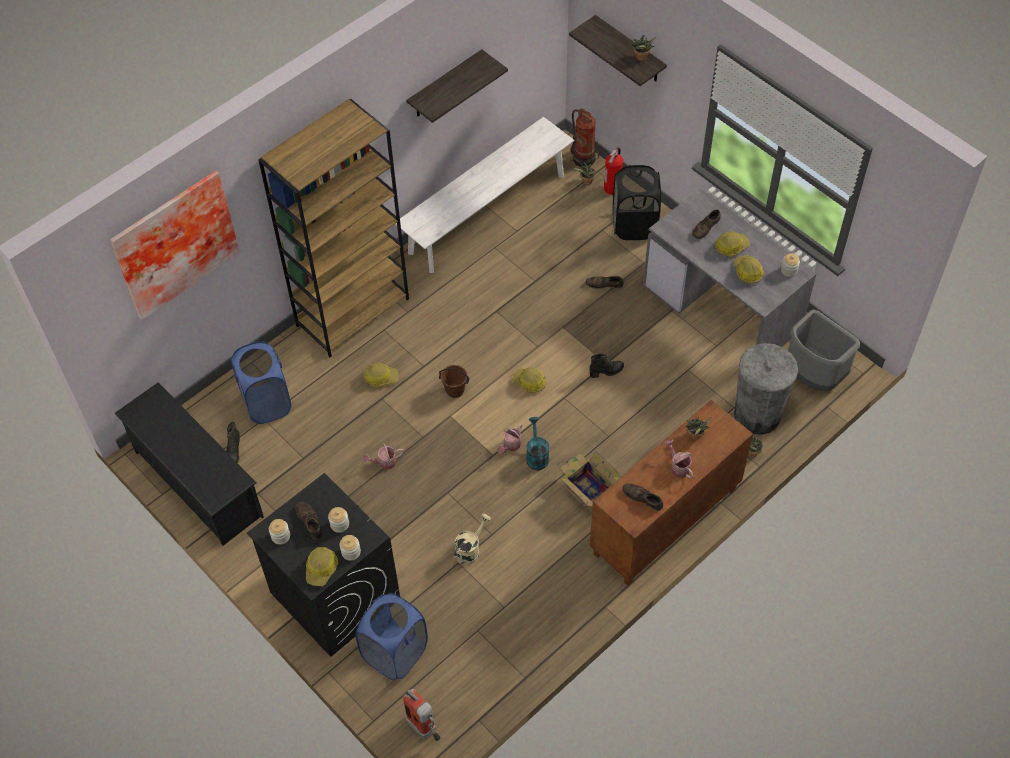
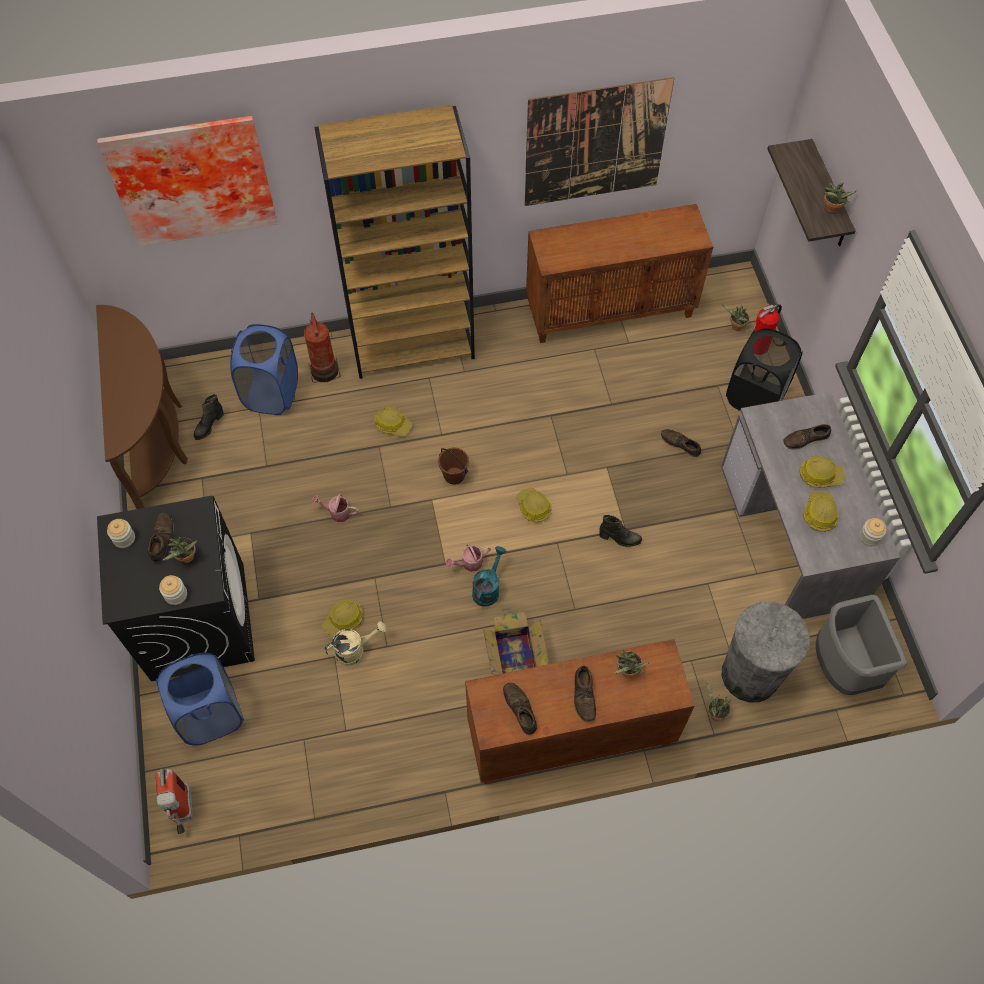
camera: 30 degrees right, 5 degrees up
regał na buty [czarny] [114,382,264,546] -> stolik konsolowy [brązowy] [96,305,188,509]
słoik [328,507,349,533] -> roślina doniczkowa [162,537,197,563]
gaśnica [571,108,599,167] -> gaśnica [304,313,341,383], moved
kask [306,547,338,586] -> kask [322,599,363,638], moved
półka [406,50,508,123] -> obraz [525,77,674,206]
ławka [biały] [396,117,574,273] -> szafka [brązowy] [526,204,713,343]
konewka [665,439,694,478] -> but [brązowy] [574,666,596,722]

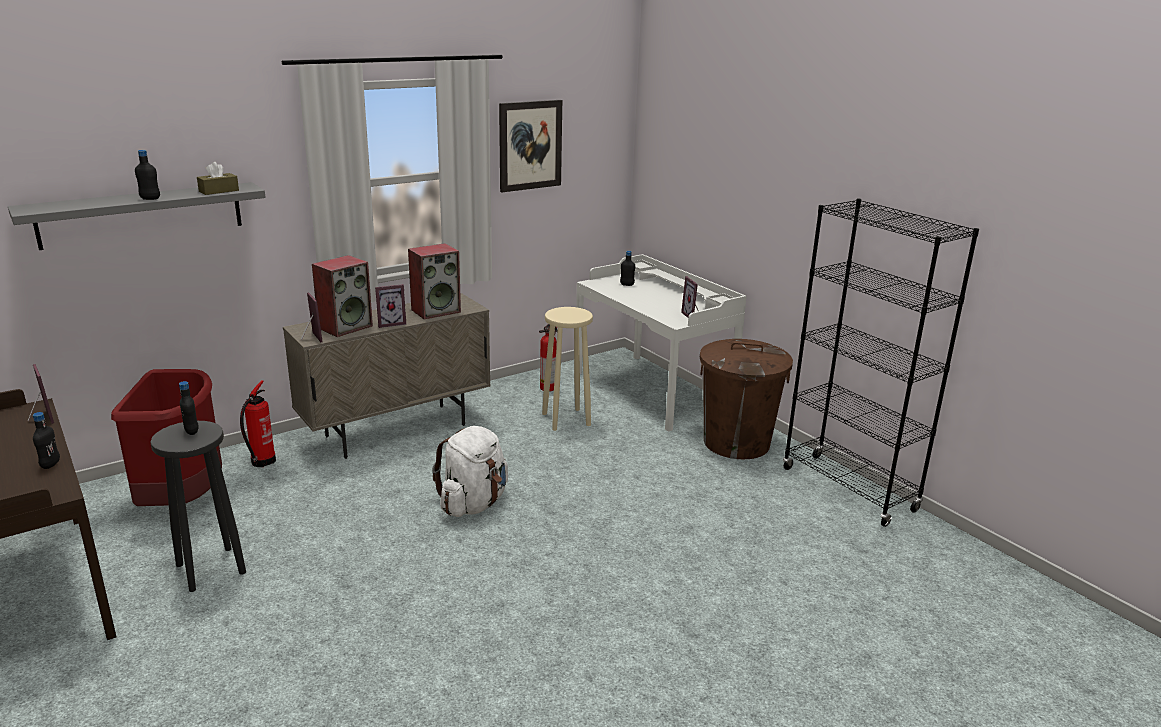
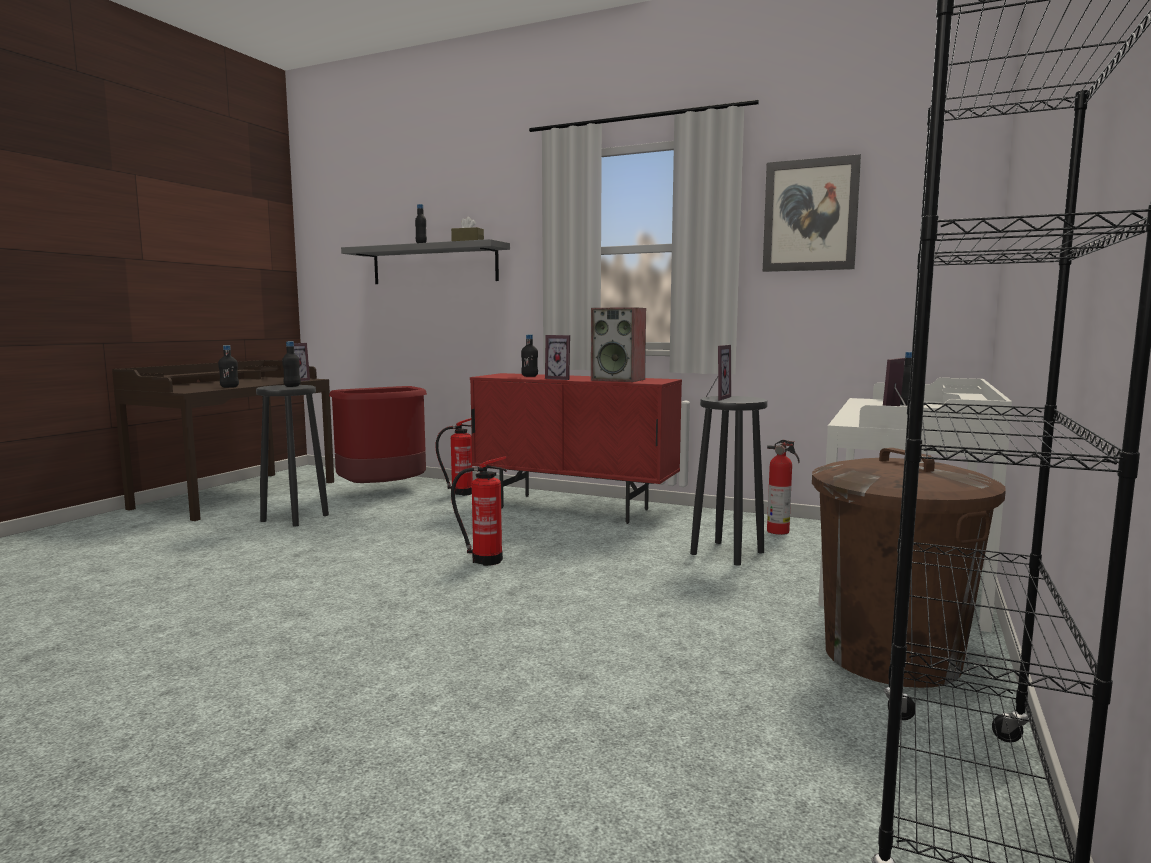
camera: 60 degrees right, 15 degrees down
plecak [biały] [432,426,508,517] -> gaśnica [451,456,507,566]
szafka [beżowy] [283,293,491,459] -> szafka [czerwony] [470,373,682,524]
głośnik [312,255,373,337] -> butelka [czarny] [521,334,538,377]
stołek [beżowy] [542,307,593,431] -> stołek [czarny] [690,396,768,566]
ramka na zdjęcie [301,292,323,342] -> ramka na zdjęcie [706,345,731,400], moved

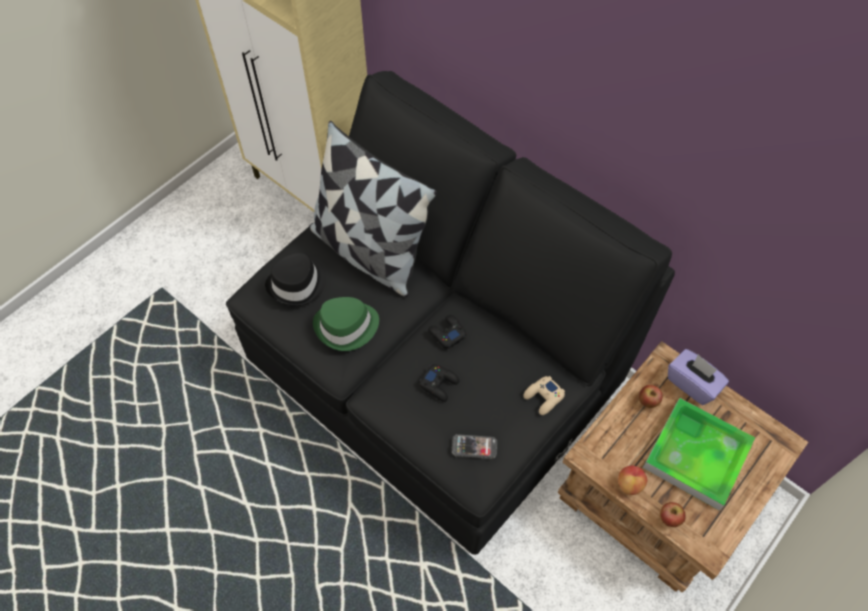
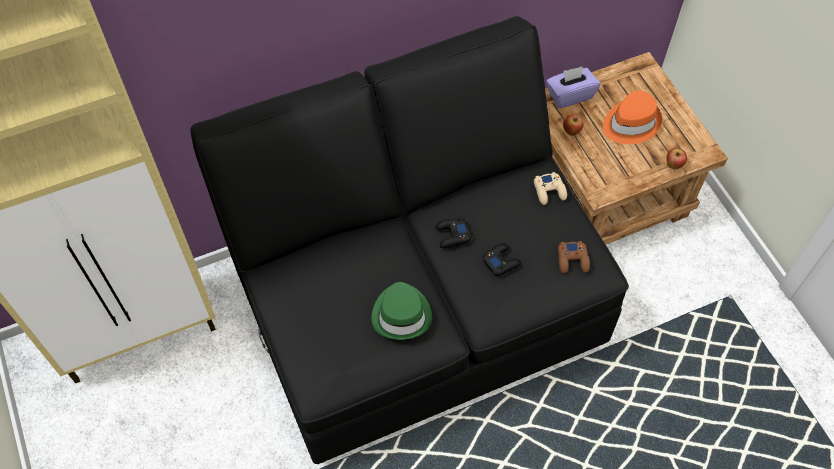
camera: 65 degrees left, 0 degrees up
telefon [452,434,497,459] -> pad do gier [brązowy] [558,241,590,274]
taca [643,398,755,510] -> kapelusz [pomarańczowy] [603,91,662,144]
kapelusz [czarny] [265,253,326,306] -> none
poduszka [309,121,437,297] -> none
jabłko [618,465,647,495] -> none

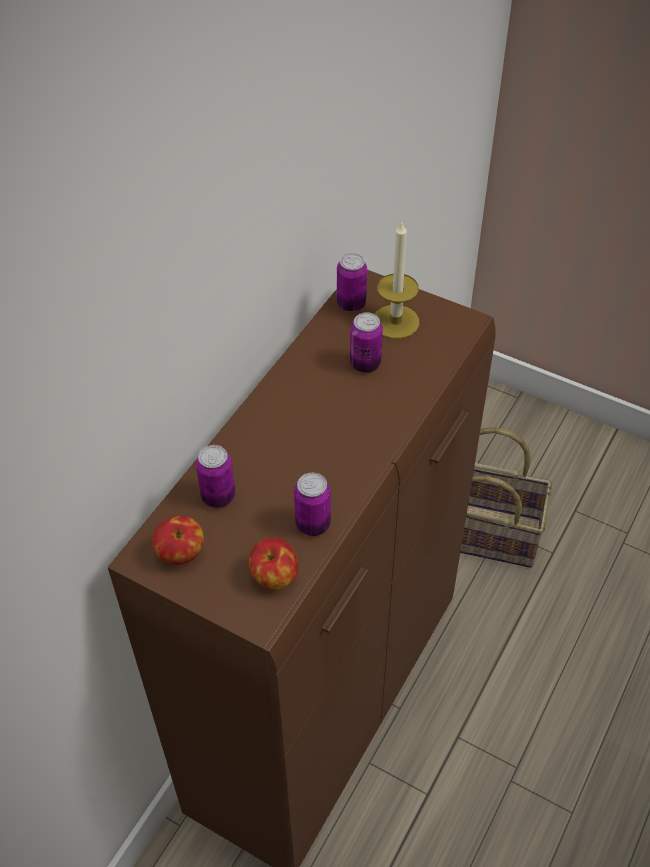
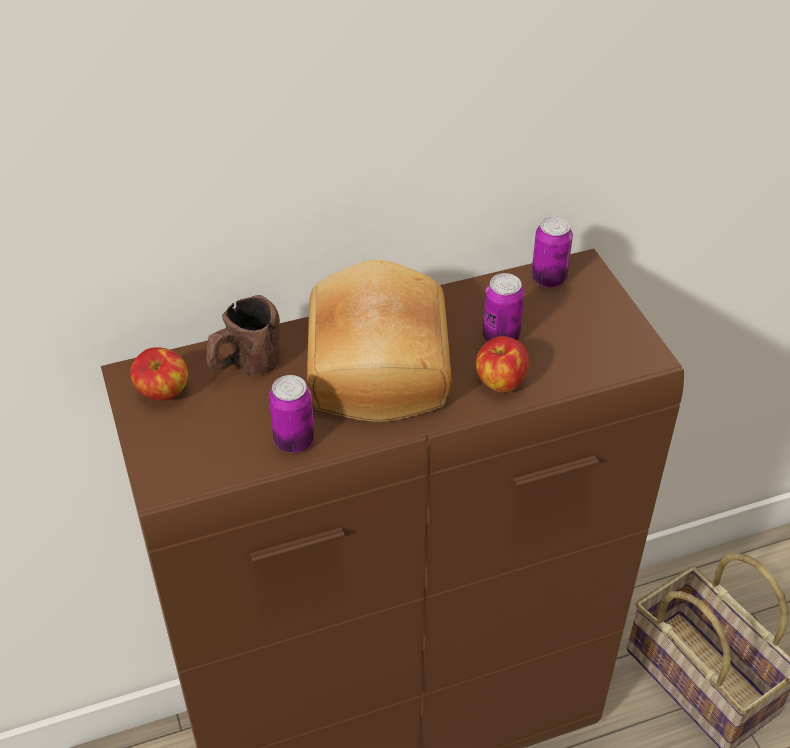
camera: 40 degrees right, 5 degrees down
puszka [196,445,235,508] -> kubek [brązowy] [206,295,281,376]
none -> chleb [307,260,451,422]
jabłko [249,538,299,590] -> jabłko [476,336,529,392], moved
świeca [375,222,419,339] -> none

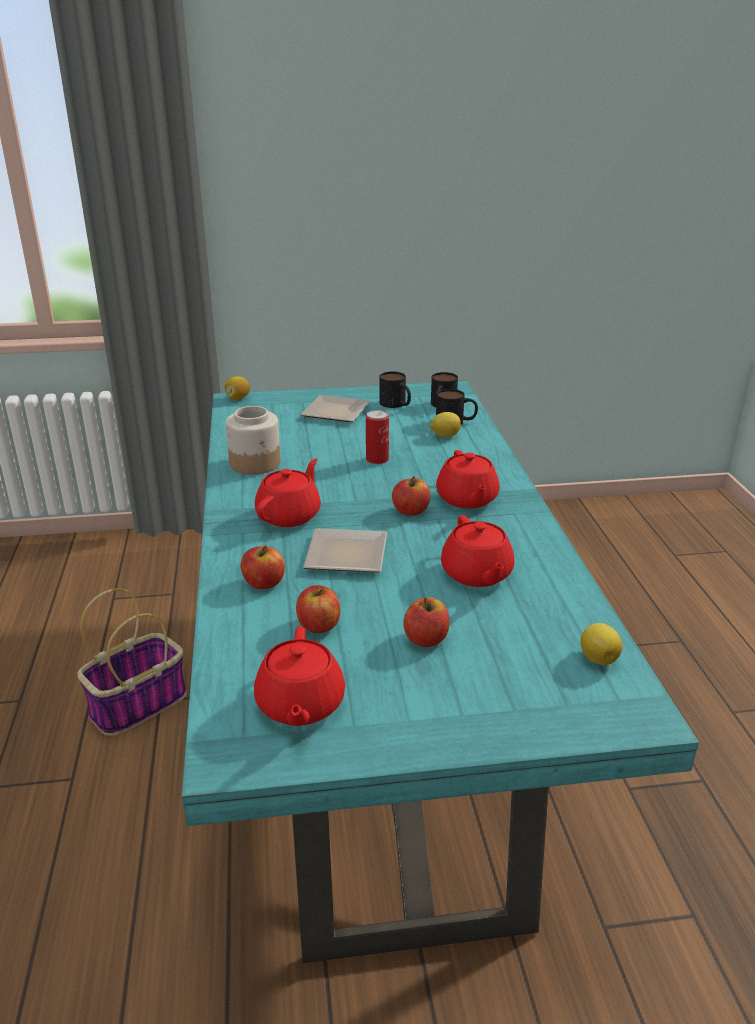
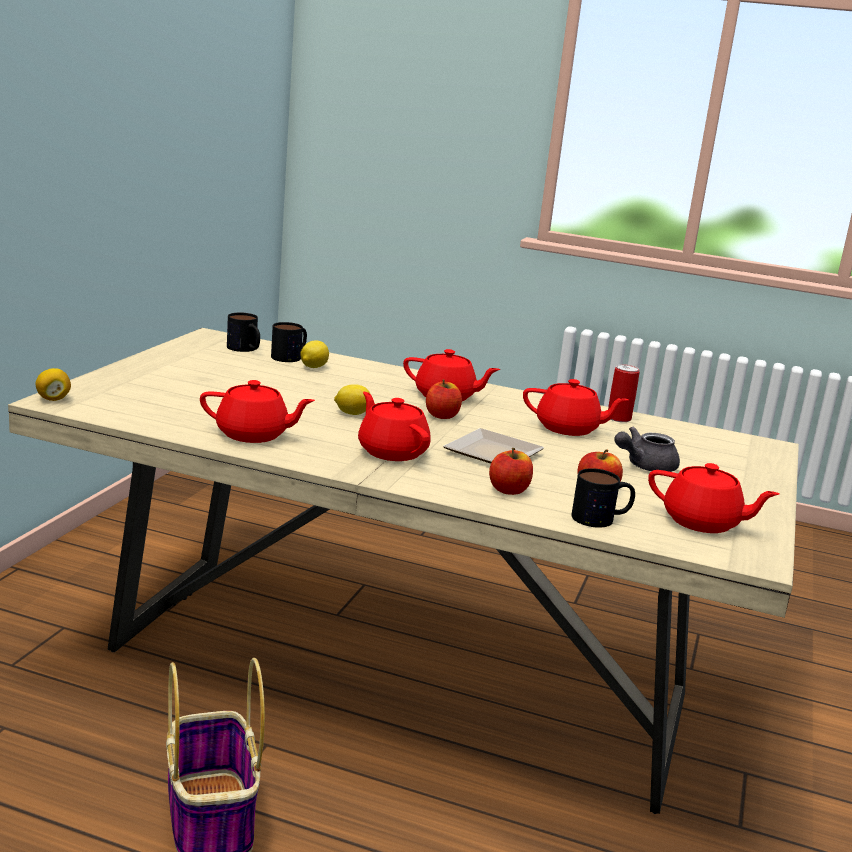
camera: 65 degrees left, 10 degrees down
stół jadalny [turkusowy] [182,381,699,963] -> stół jadalny [beżowy] [8,328,799,814]
słoik [226,406,281,475] -> imbryk [czerwony] [200,380,315,443]
cytryna [581,623,622,665] -> cytryna [334,384,370,415], moved
kubek [379,371,411,408] -> kubek [571,468,635,528], moved
puszka [366,410,389,464] -> puszka [608,364,640,422], moved
jabłko [403,597,450,647] -> imbryk [szary] [614,427,680,472]
talerz [301,395,370,422] -> none

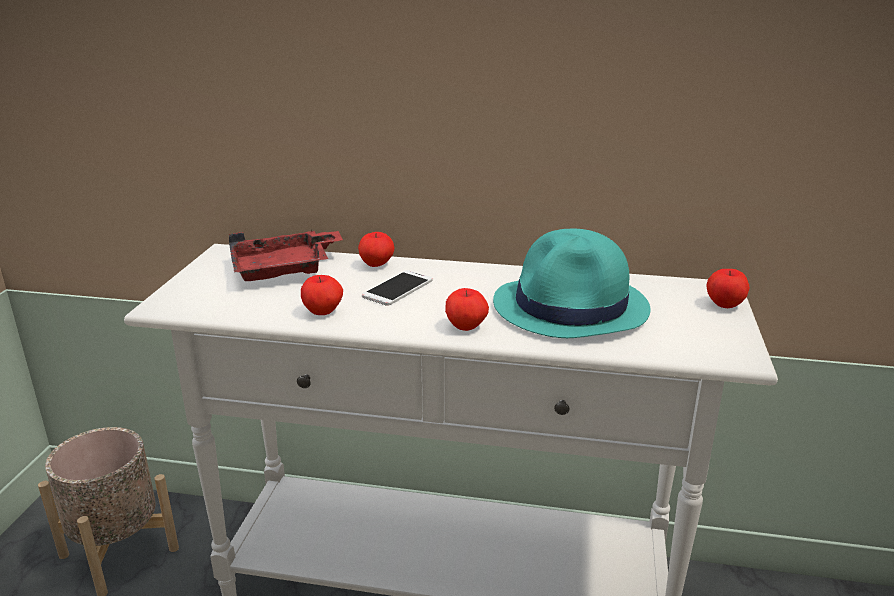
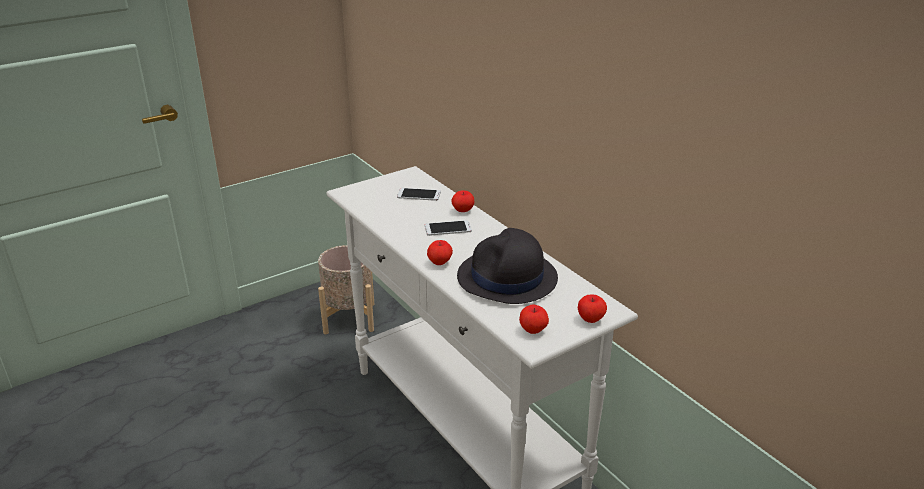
camera: 45 degrees right, 5 degrees up
taca [czerwony] [229,230,343,281] -> telefon [397,188,441,201]
kapelusz [turkusowy] [493,228,650,338] -> kapelusz [czarny] [457,228,558,304]
jabłko [301,275,343,315] -> jabłko [519,305,549,334], moved

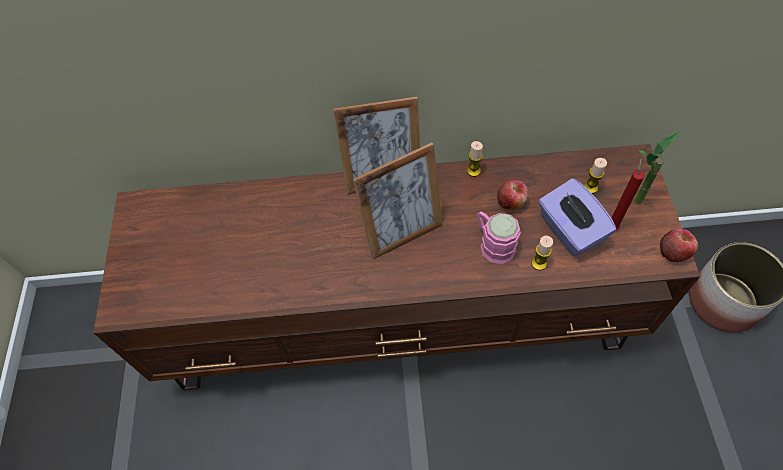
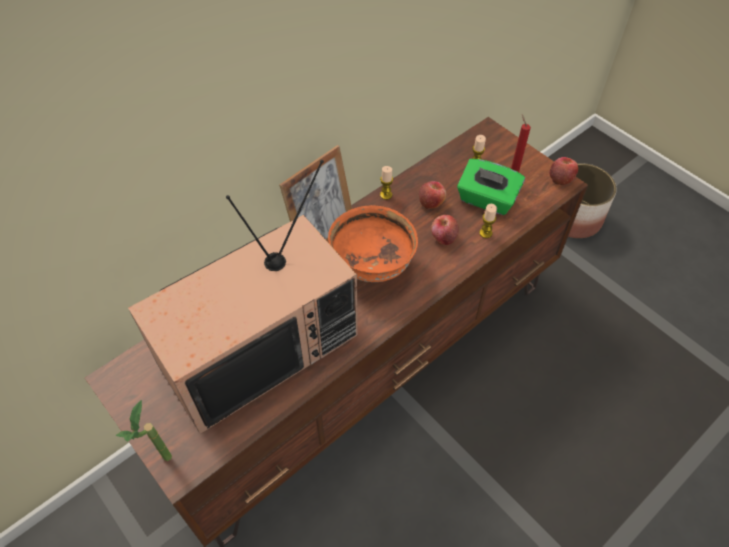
camera: 40 degrees left, 5 degrees down
roślina doniczkowa [634,131,681,204] -> roślina doniczkowa [116,400,172,461], moved
none -> telewizor [128,160,358,434]
ramka na zdjęcie [353,143,443,259] -> miska [pomarańczowy] [328,205,418,282]
kubek [różowy] [476,211,521,264] -> jabłko [431,215,459,245]
pudełko chusteczek [fioletowy] [539,178,617,256] -> pudełko chusteczek [zielony] [457,159,525,215]

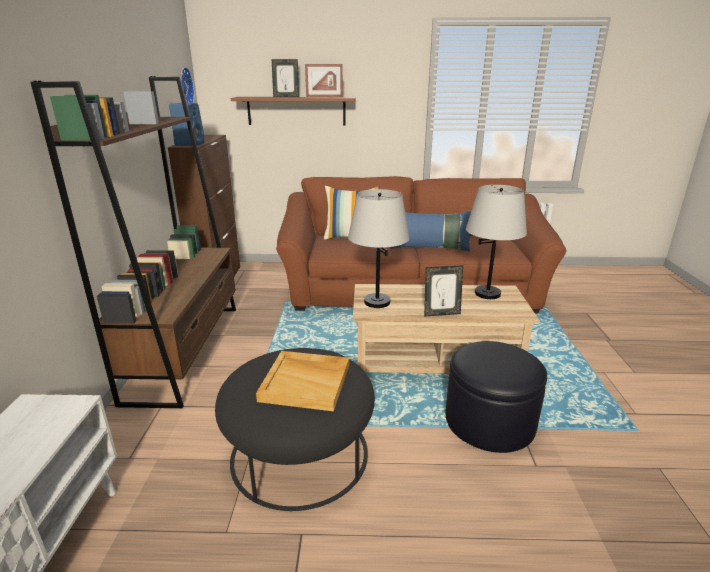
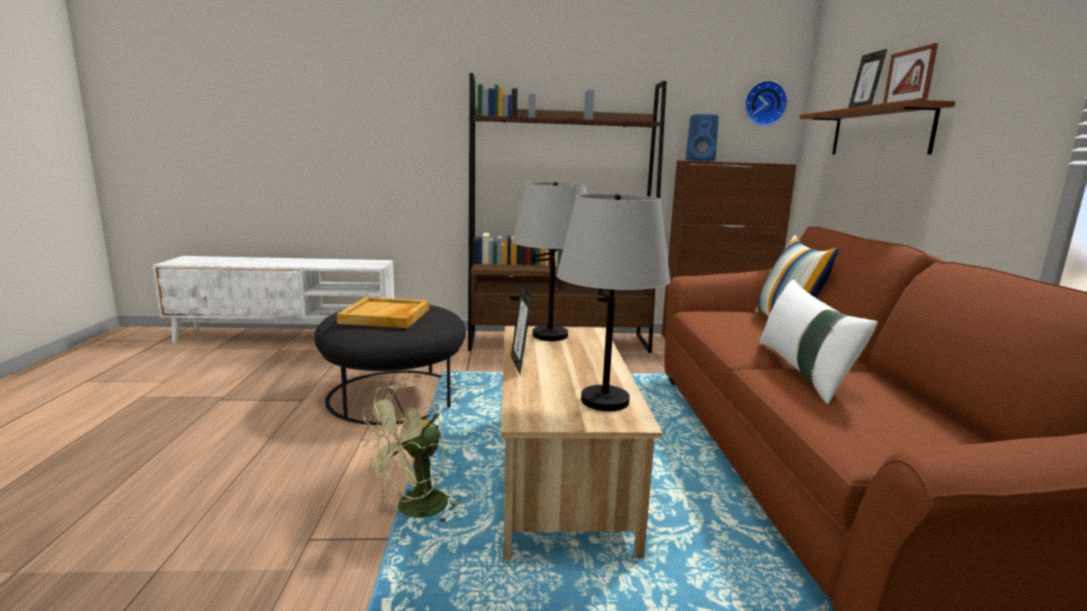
camera: 85 degrees right, 10 degrees down
pufa [czarny] [446,341,547,453] -> wentylator [zielony] [359,382,460,524]
poduszka [niebieski] [390,211,471,251] -> poduszka [biały] [759,279,878,404]

